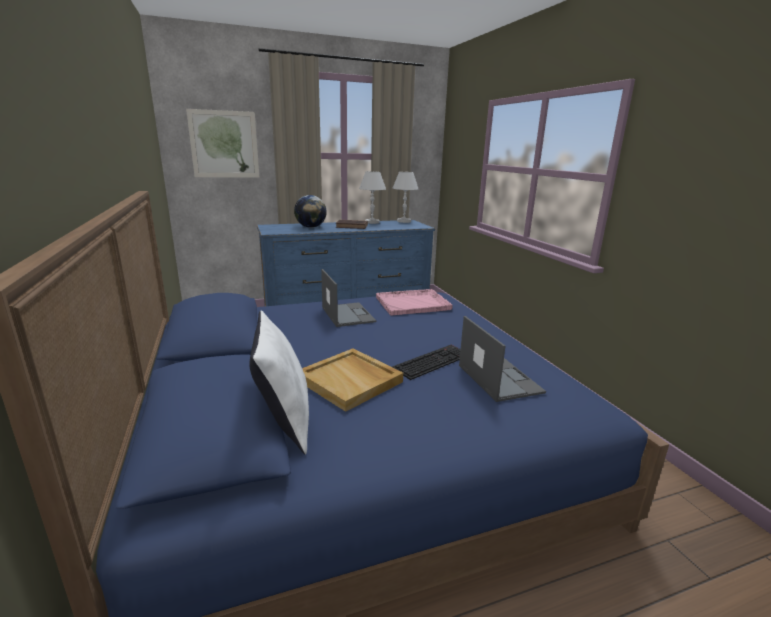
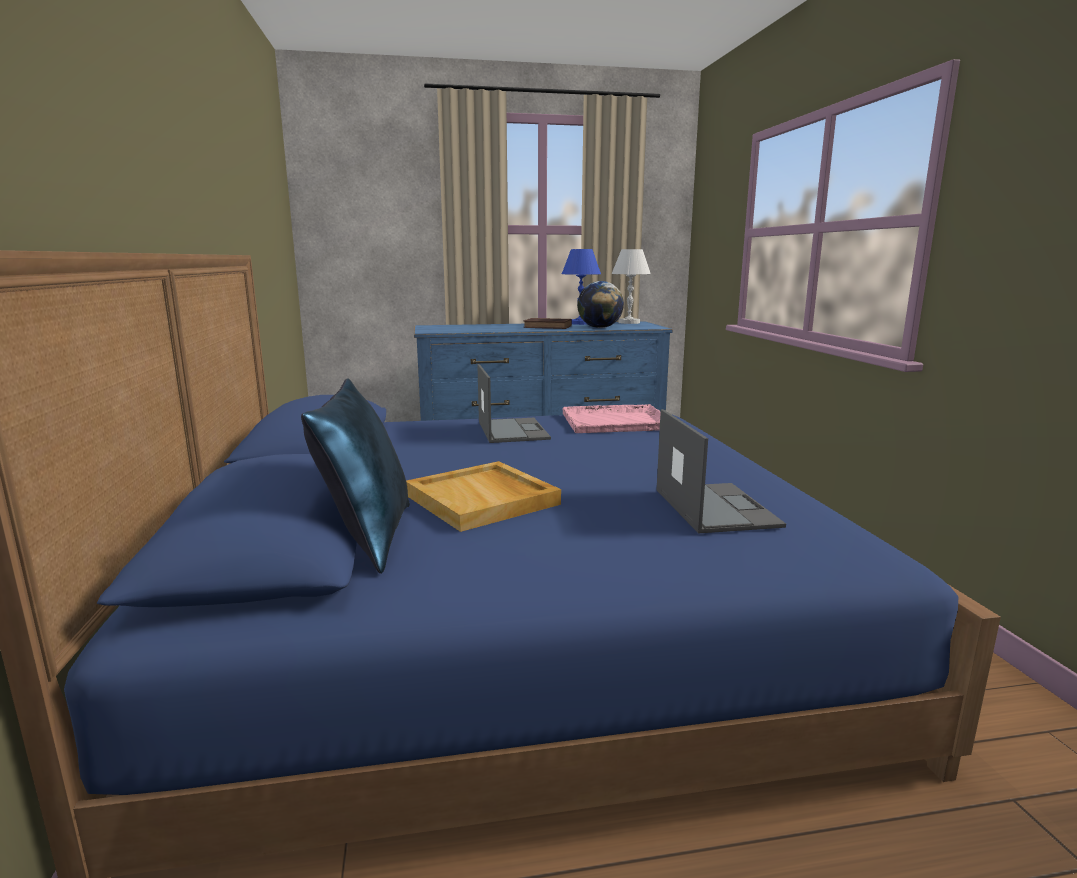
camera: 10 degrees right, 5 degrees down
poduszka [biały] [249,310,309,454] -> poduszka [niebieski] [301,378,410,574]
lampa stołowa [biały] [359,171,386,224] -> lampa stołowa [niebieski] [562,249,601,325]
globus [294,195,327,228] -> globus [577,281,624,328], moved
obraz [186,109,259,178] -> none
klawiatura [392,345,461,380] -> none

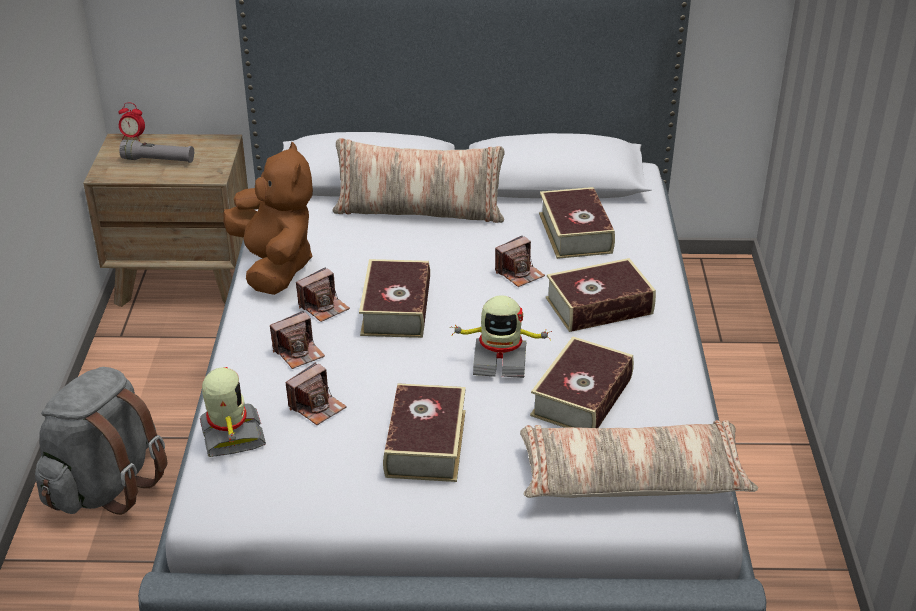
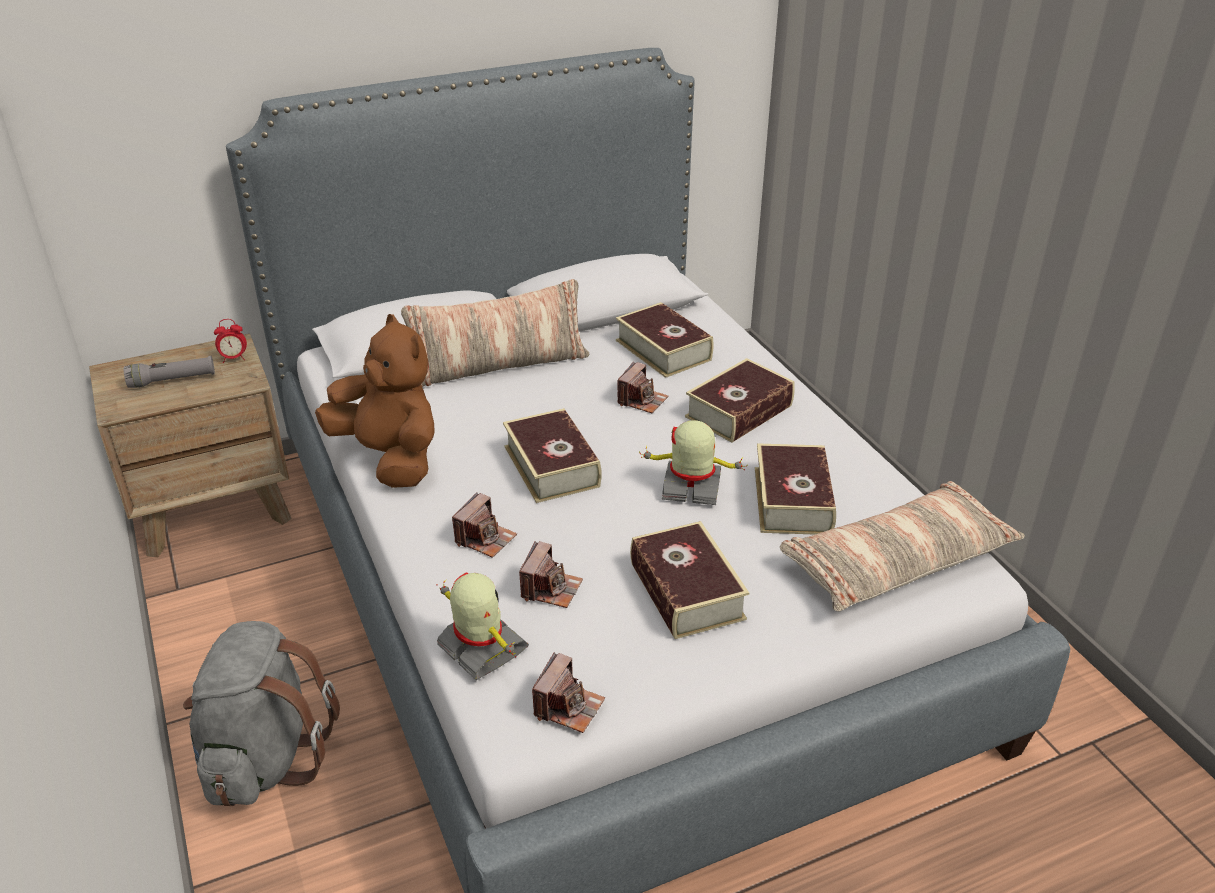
camera: 25 degrees left, 0 degrees up
budzik [119,102,145,141] -> budzik [214,319,247,363], moved
aparat fotograficzny [296,267,350,322] -> aparat fotograficzny [532,652,605,733], moved
robot zabawkowy [450,295,553,378] -> robot zabawkowy [639,420,747,505], 150 degrees counterclockwise

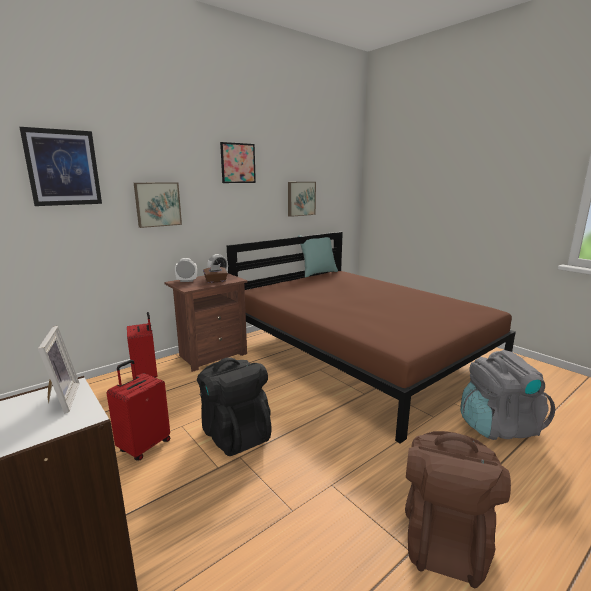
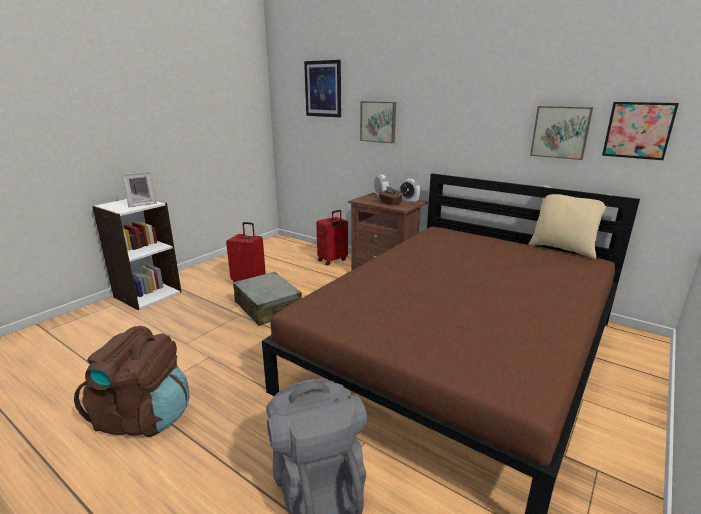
camera: 75 degrees right, 5 degrees up
plecak [czarny] [197,357,272,456] -> walizka [szary] [233,272,302,326]
poduszka [turkusowy] [298,236,338,278] -> poduszka [beżowy] [529,185,613,259]
obraz [220,142,256,183] -> obraz [602,102,679,160], moved

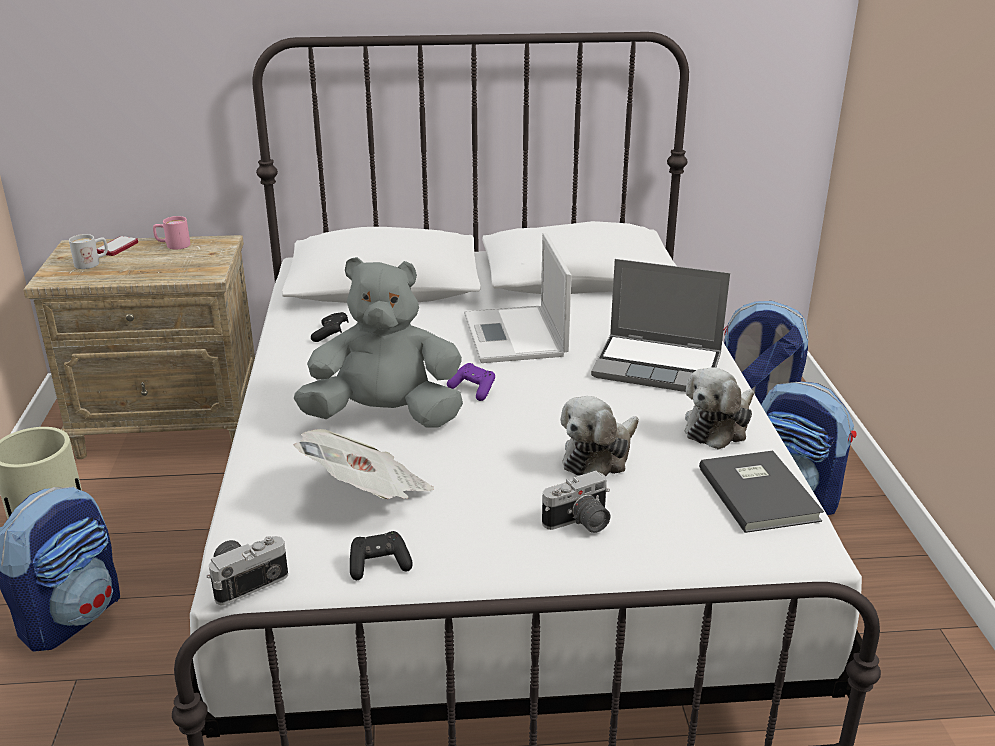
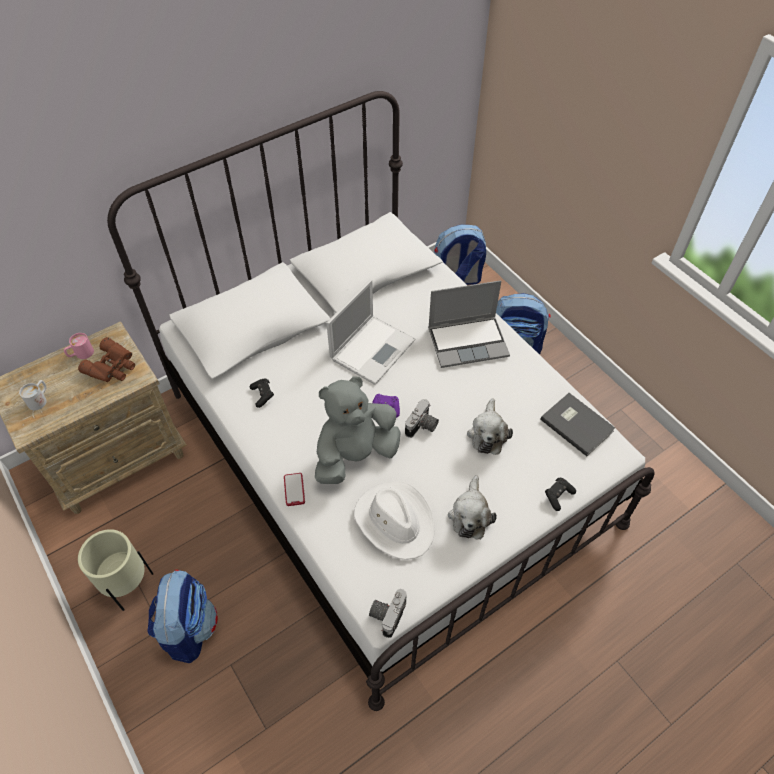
camera: 30 degrees left, 25 degrees up
none -> lornetka [brązowy] [78,337,135,382]
telefon [97,236,138,256] -> telefon [284,473,305,506], moved
laptop [464,233,572,363] -> laptop [326,279,415,385], 105 degrees counterclockwise
gazeta [293,429,434,500] -> kapelusz [biały] [354,481,435,560]
aparat fotograficzny [542,471,610,533] -> aparat fotograficzny [405,399,439,438], moved
pluszak [685,367,754,449] -> pluszak [448,475,497,540], moved
pad do gier [czarny] [350,531,413,580] -> pad do gier [czarny] [545,478,576,511], moved

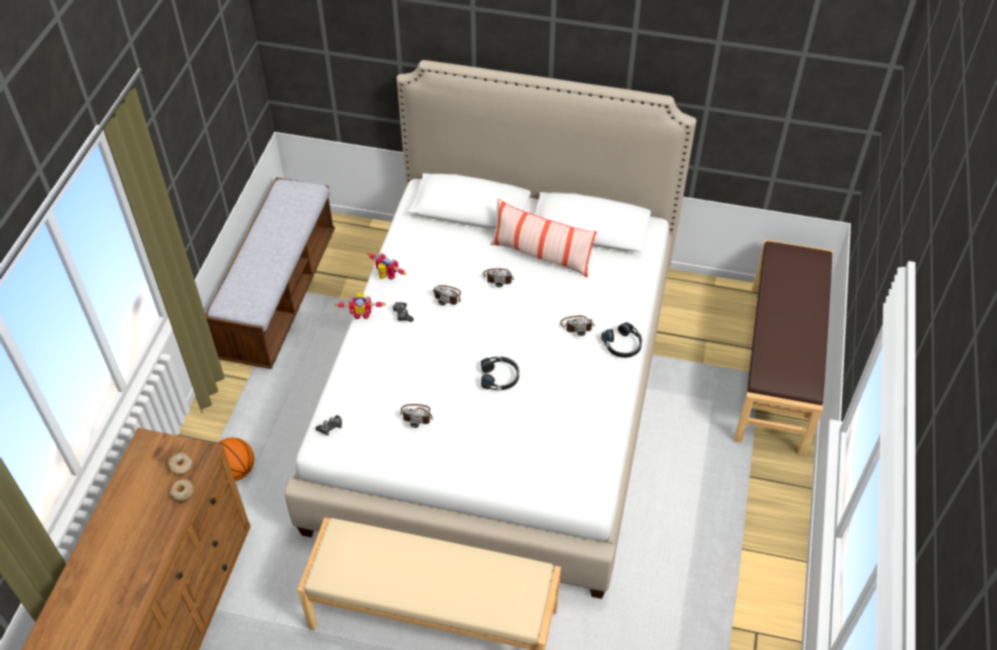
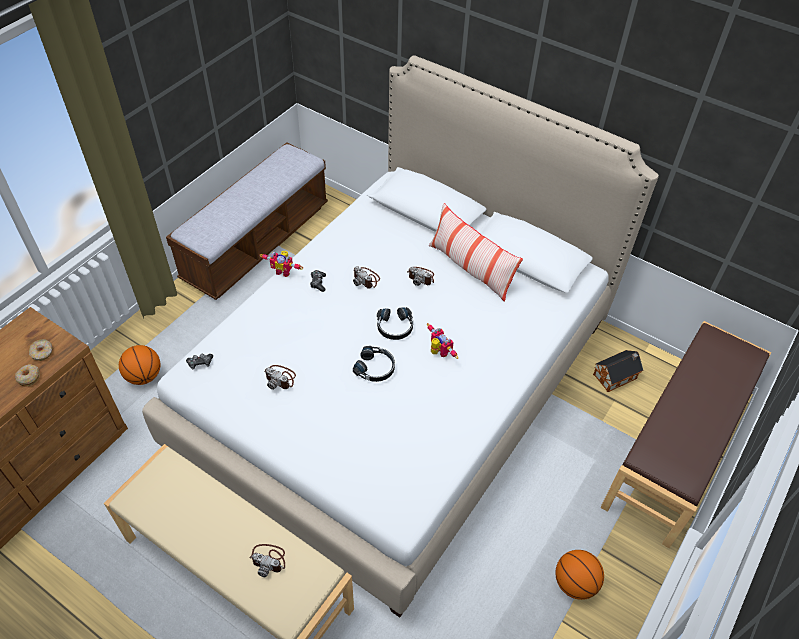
camera: 20 degrees right, 0 degrees up
aparat fotograficzny [560,316,595,336] -> aparat fotograficzny [249,544,285,577], moved
słuchawki [czarny] [601,322,642,358] -> słuchawki [czarny] [377,307,413,340], moved
robot zabawkowy [367,253,407,280] -> robot zabawkowy [427,323,458,359], moved
none -> piłka do koszykówki [555,550,604,600]
none -> domek [593,350,643,392]

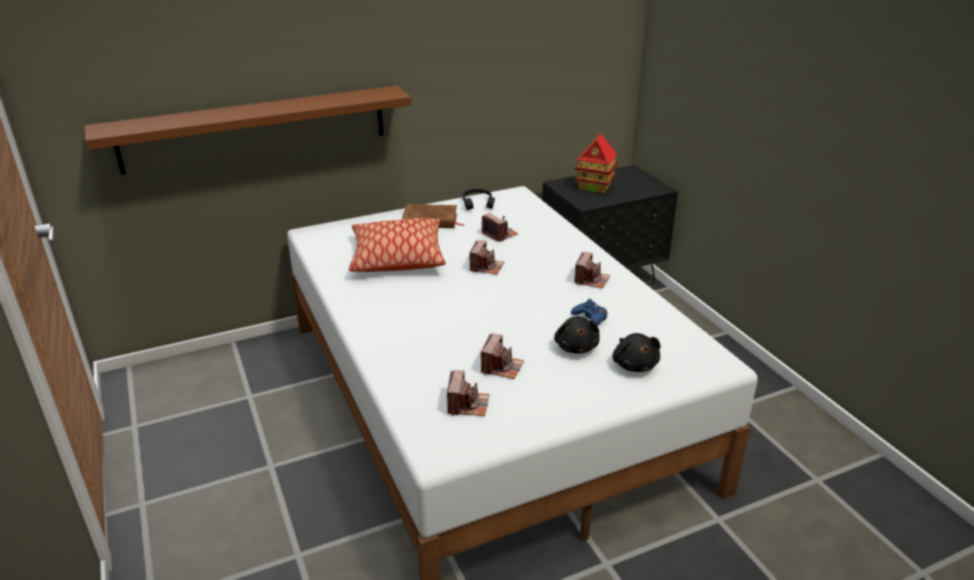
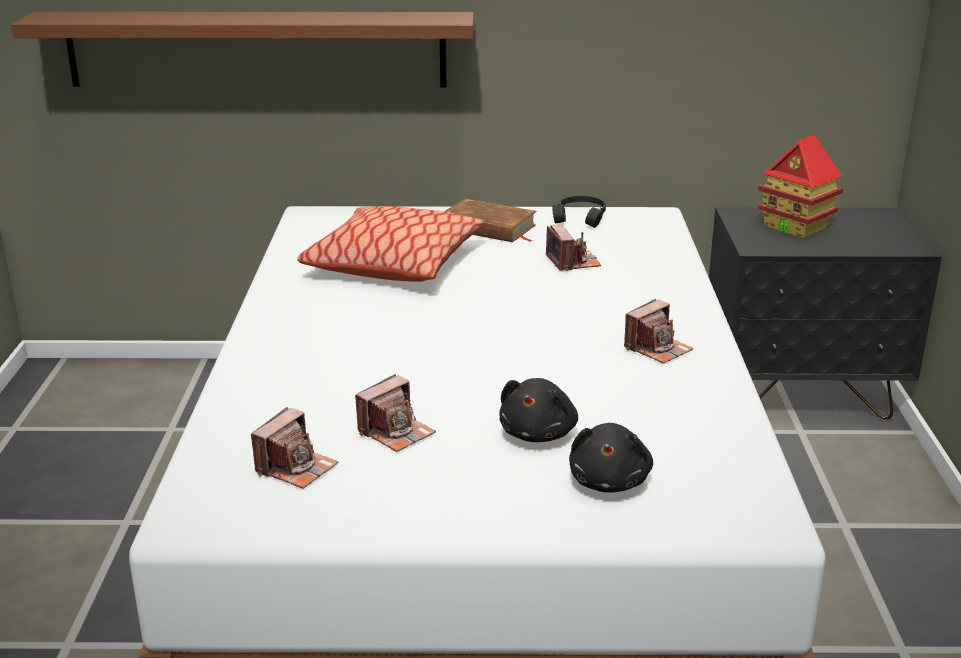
camera: 25 degrees right, 5 degrees down
aparat fotograficzny [470,240,504,275] -> none
pad do gier [niebieski] [571,299,607,326] -> none

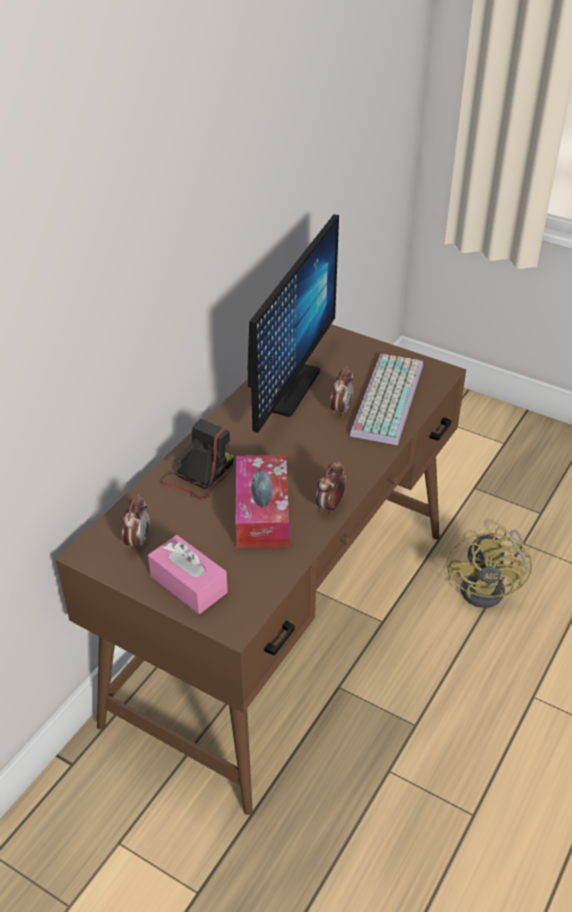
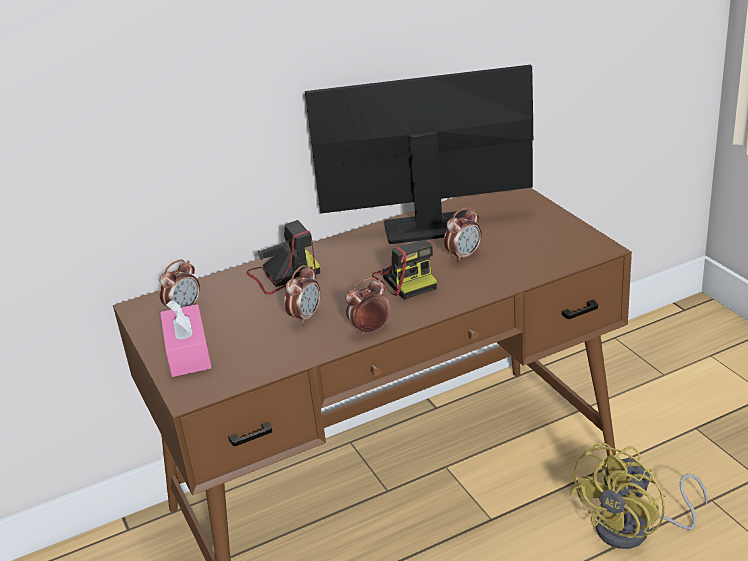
camera: 35 degrees right, 10 degrees down
pudełko chusteczek [236,455,289,548] -> budzik [284,265,320,325]
monitor [248,214,339,433] -> monitor [305,65,533,244], 150 degrees counterclockwise
none -> aparat fotograficzny [372,240,437,300]
klawiatura [350,354,423,445] -> none

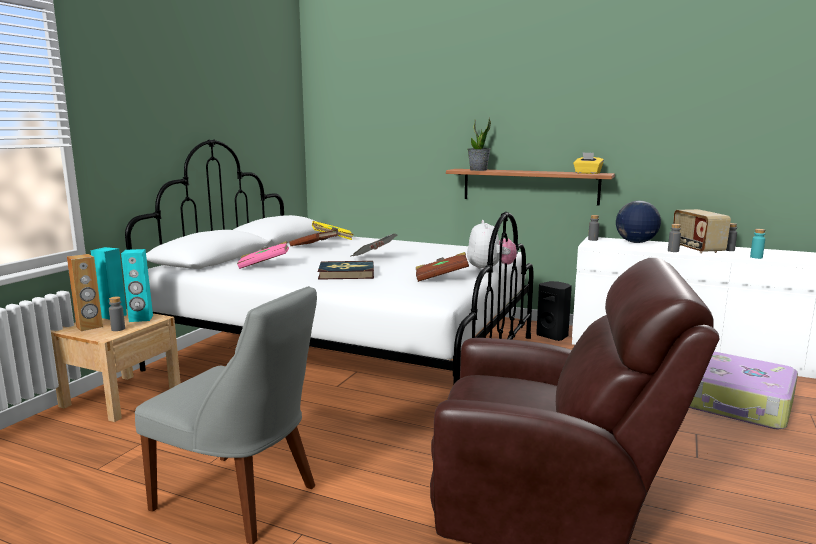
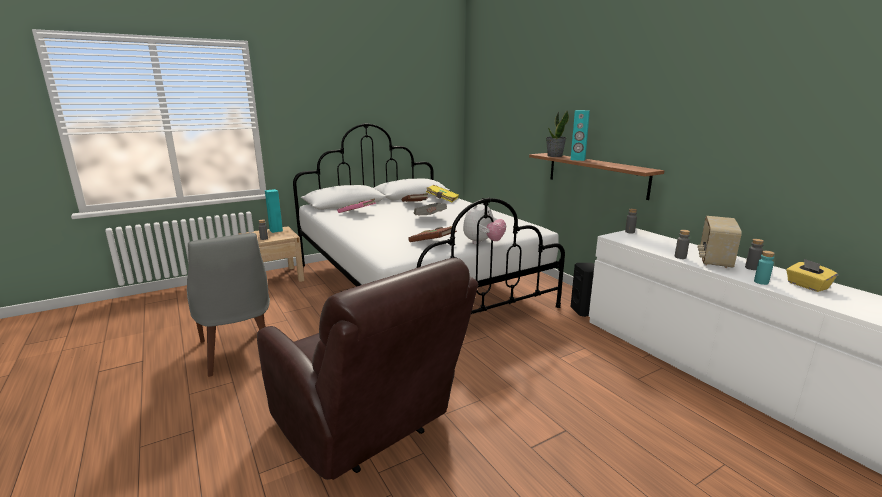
camera: 35 degrees right, 5 degrees up
głośnik [turkusowy] [121,249,153,322] -> głośnik [turkusowy] [570,110,590,161], moved
pudełko chusteczek [żółty] [573,152,604,174] -> pudełko chusteczek [żółty] [786,259,838,292], moved
głośnik [brązowy] [67,254,103,331] -> none
książka [318,261,374,280] -> none
globus [616,201,661,243] -> none
walizka [689,351,798,429] -> none

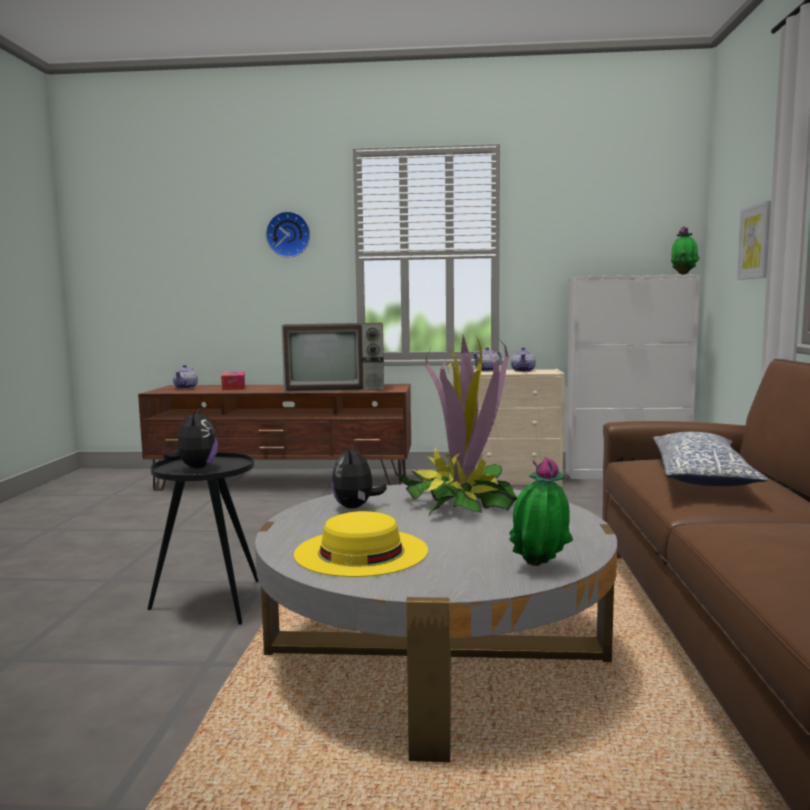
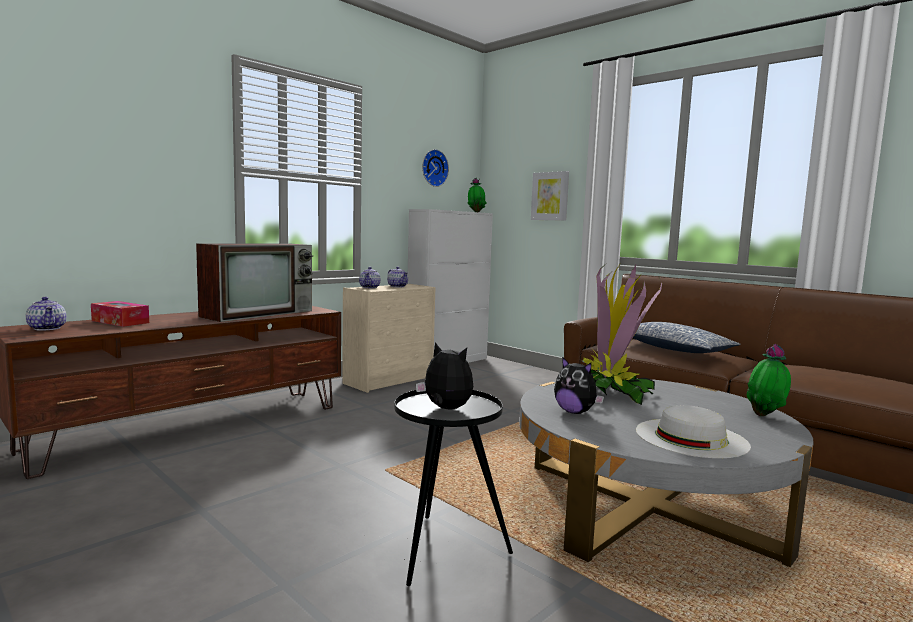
camera: 50 degrees left, 0 degrees up
zegar ścienny [266,211,310,258] -> zegar ścienny [422,149,449,187], moved
kapelusz [żółty] [294,511,428,577] -> kapelusz [biały] [636,405,751,458]

